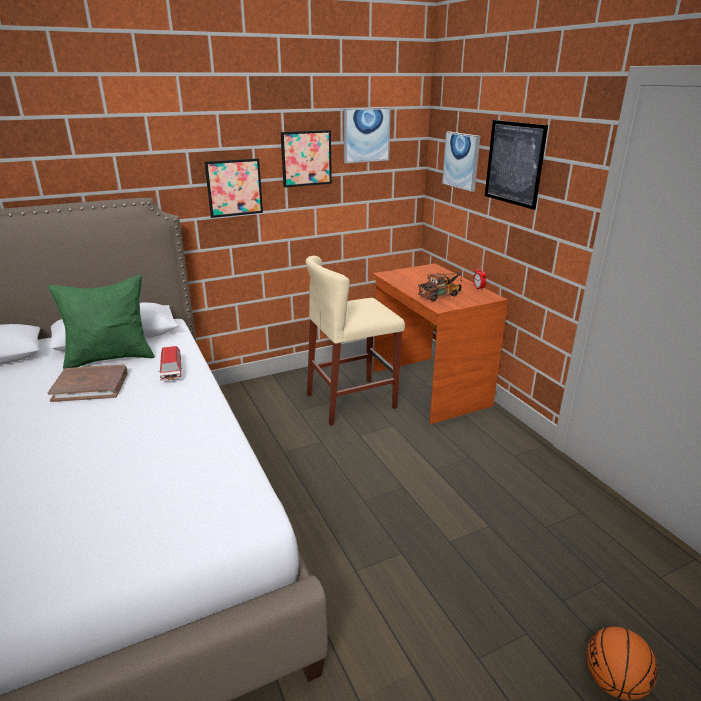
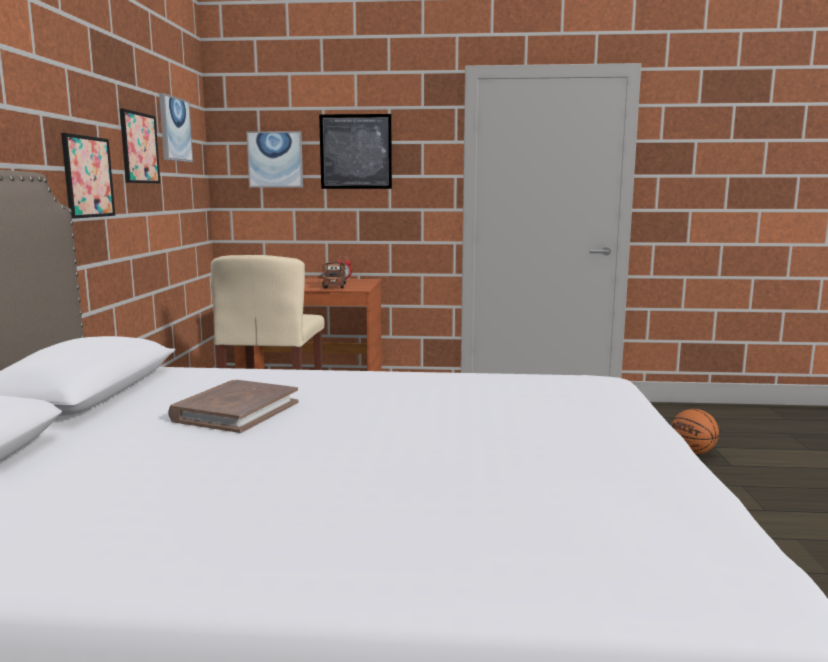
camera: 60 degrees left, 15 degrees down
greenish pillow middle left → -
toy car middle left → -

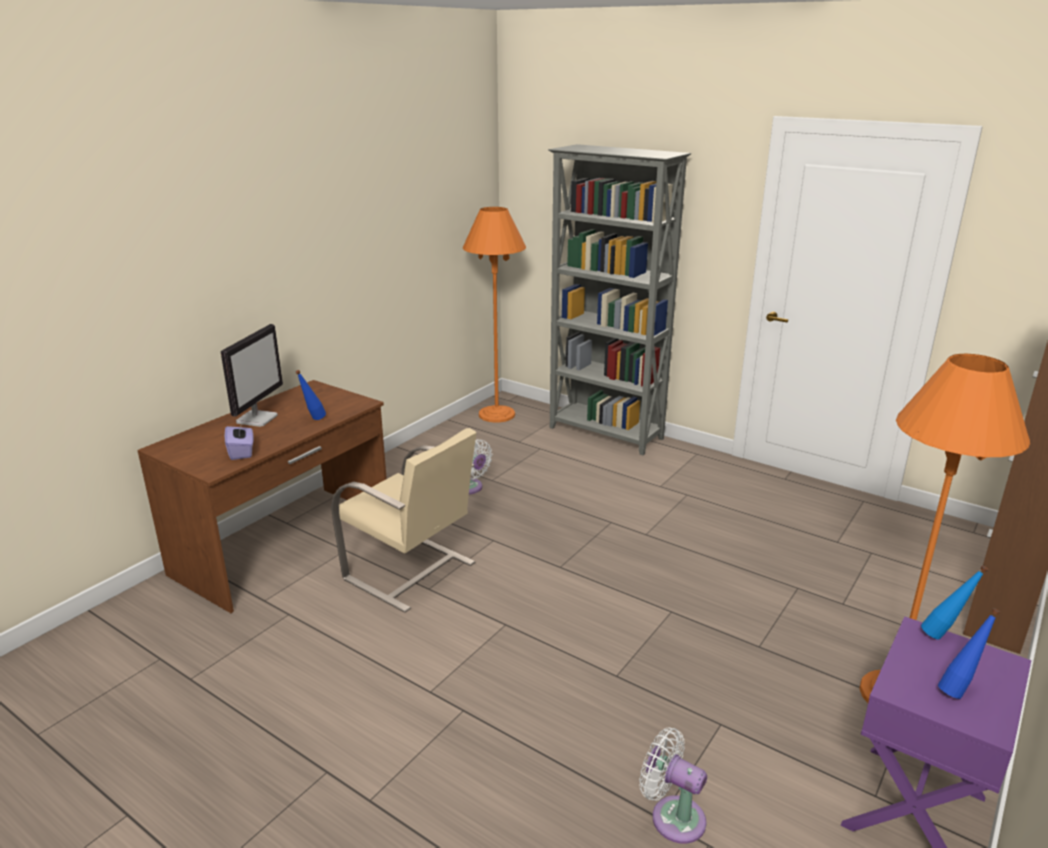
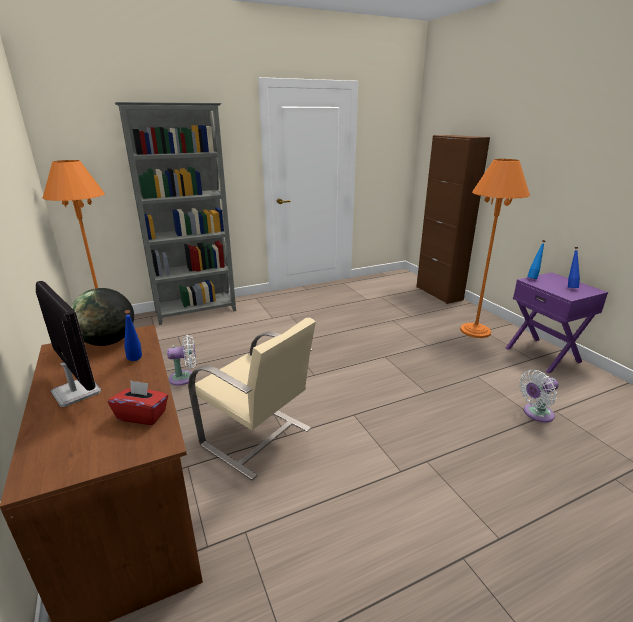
camera: 60 degrees left, 0 degrees up
purple tissue box middle left → red-coloured tissue box middle left
beige plain chair centre, 60 degrees clockwise
- → globe middle left

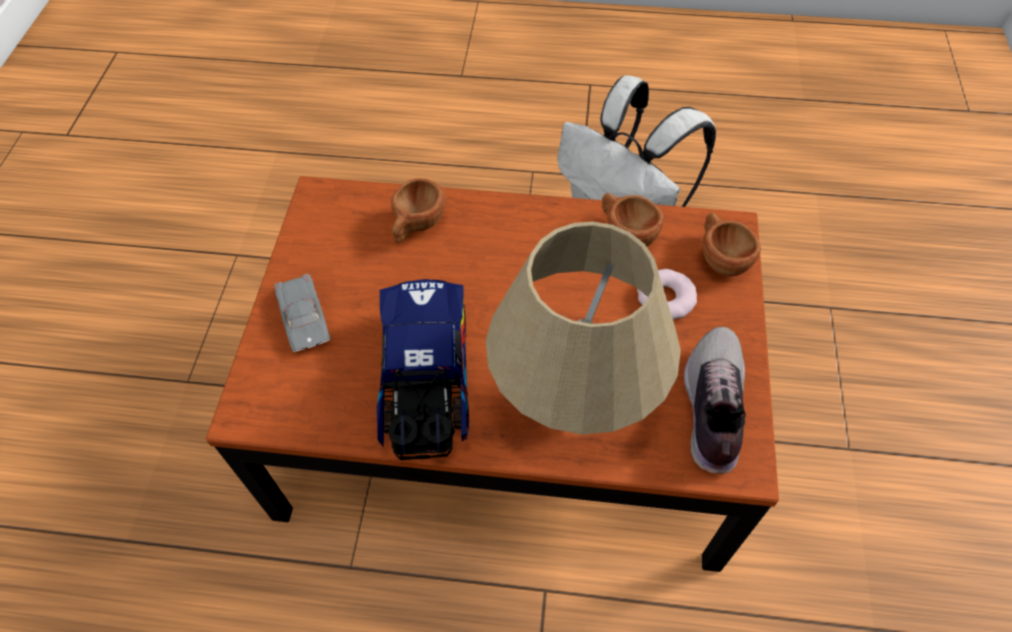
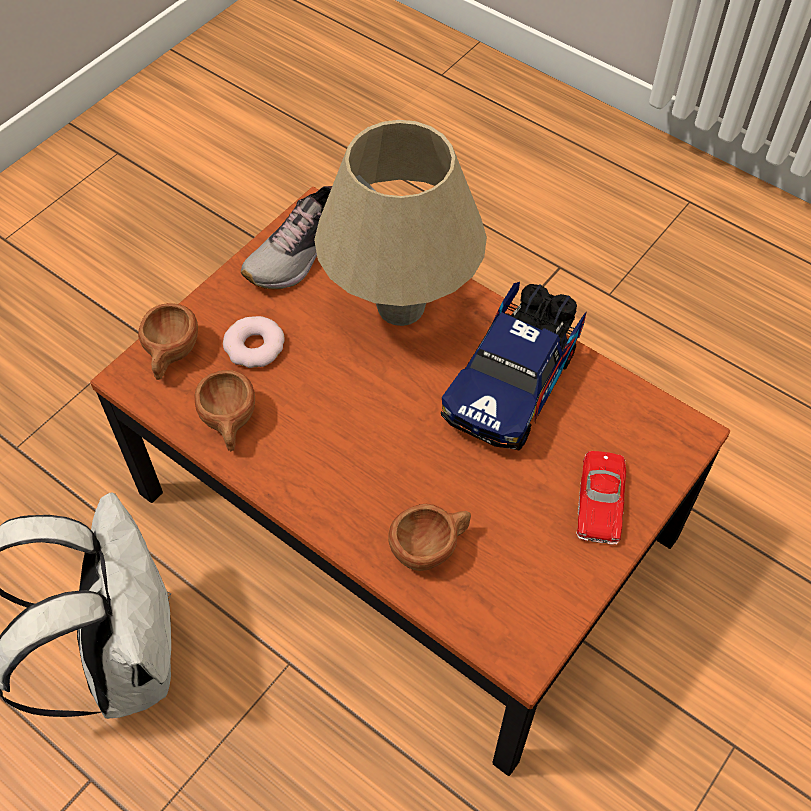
camera: 150 degrees left, 0 degrees up
gray toy car middle left → red-coloured toy car middle right

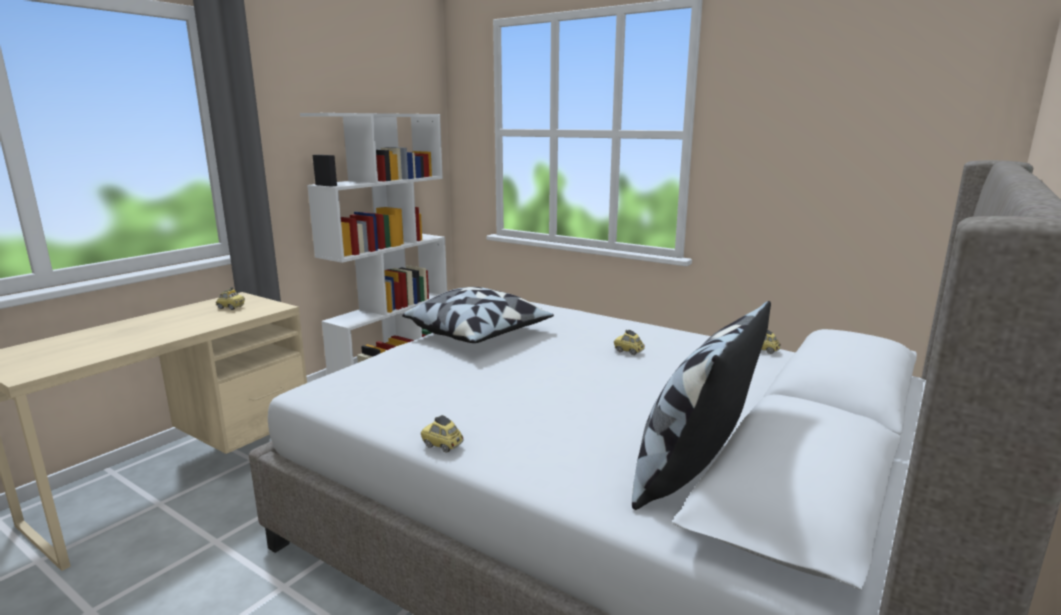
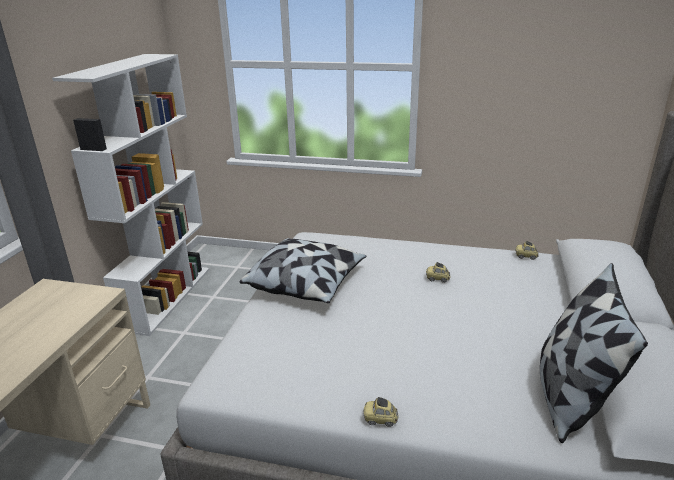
camera: 20 degrees left, 10 degrees up
toy car (1st from left) middle left → -

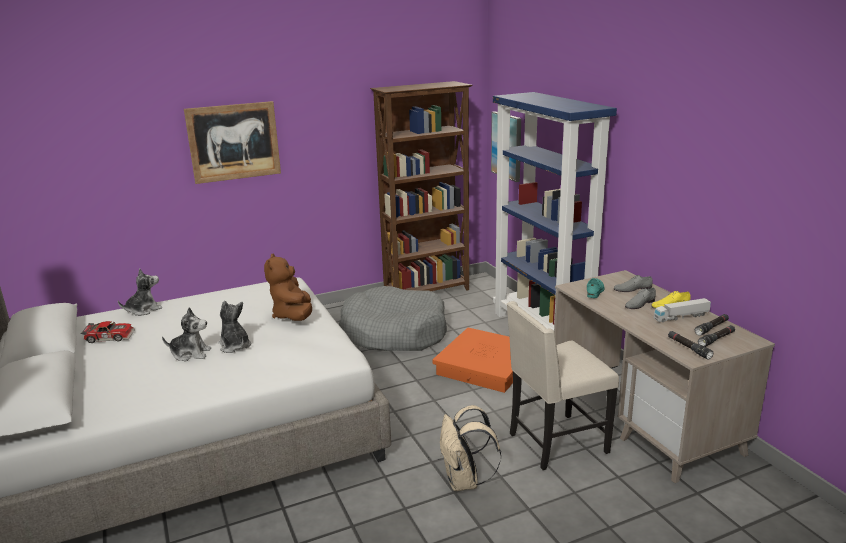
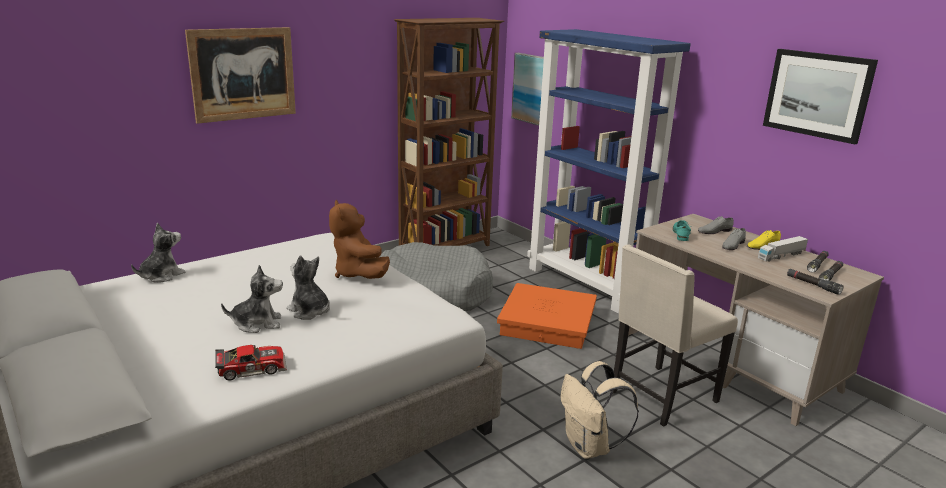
camera: 15 degrees left, 0 degrees up
toy car middle left → toy car bottom left, move
- → wall picture (3rd from left) top right

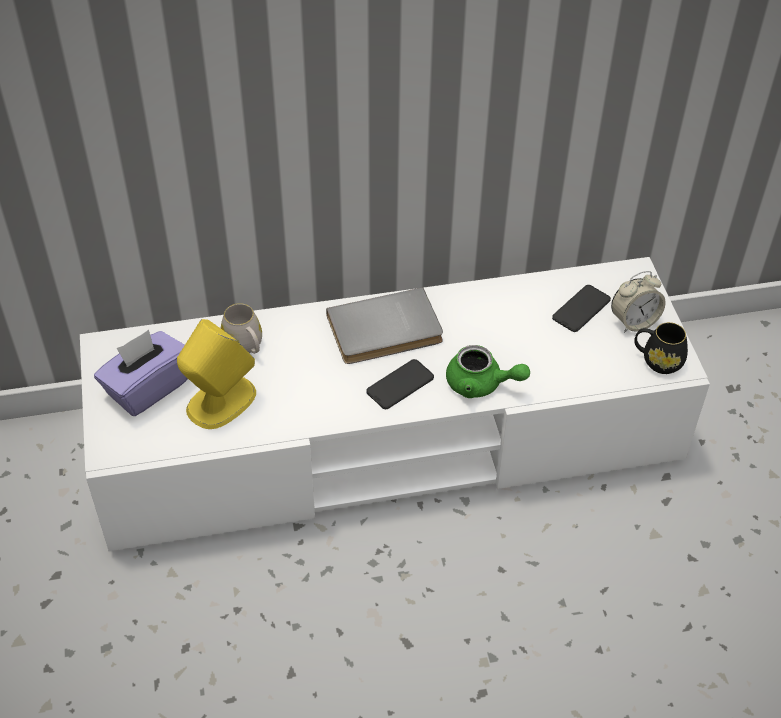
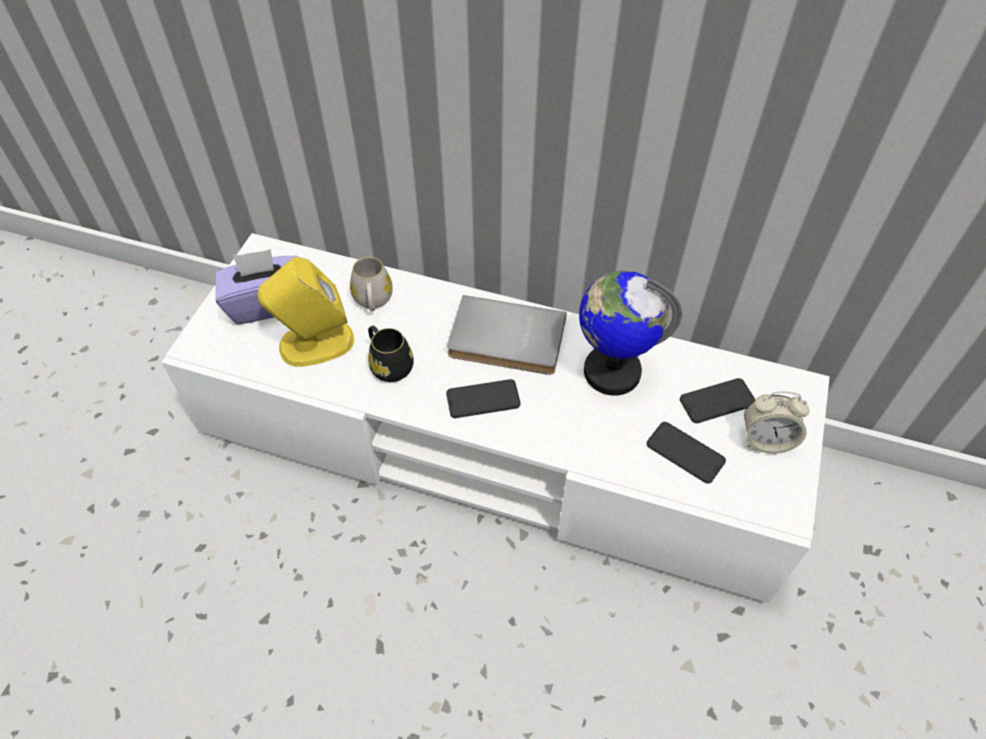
camera: 30 degrees right, 5 degrees up
greenish teapot centre → -
blackish coffee mug middle right → blackish coffee mug centre, move
- → globe centre
- → telephone (2nd from left) middle right

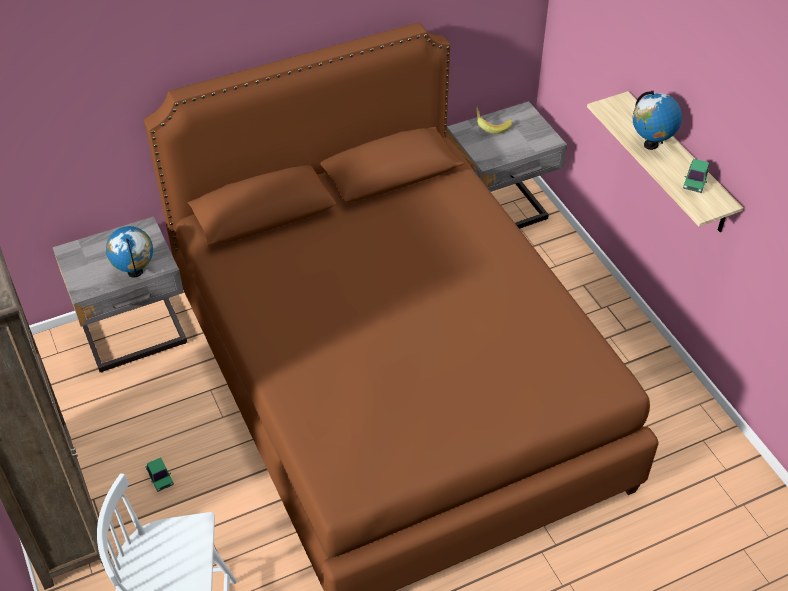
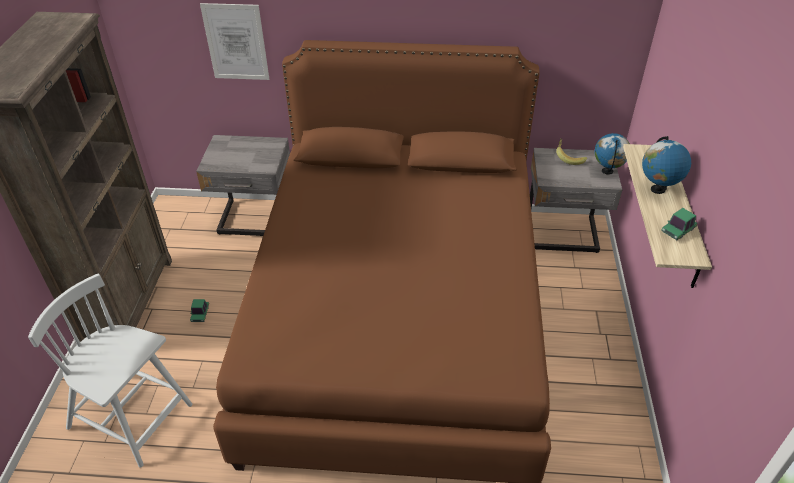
camera: 30 degrees right, 5 degrees down
globe (1st from left) middle left → globe (1st from left) top right, move
- → wall picture top left

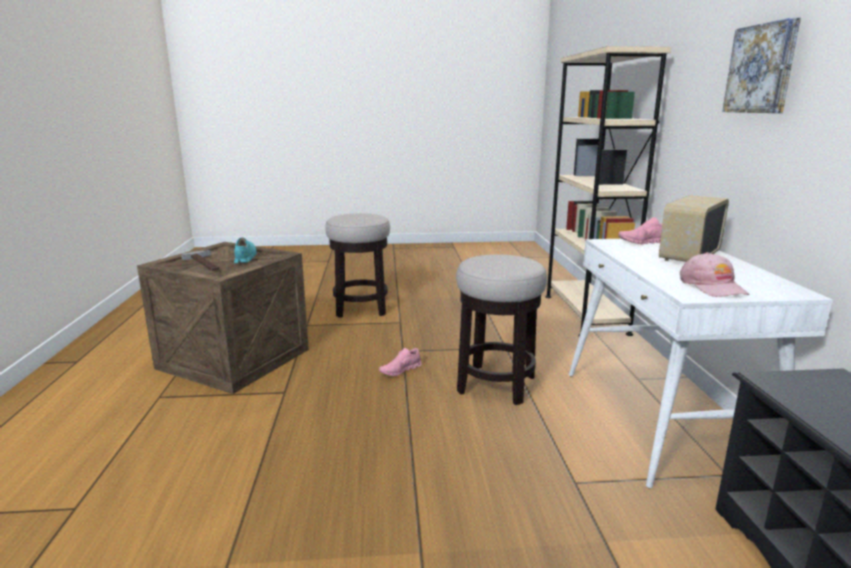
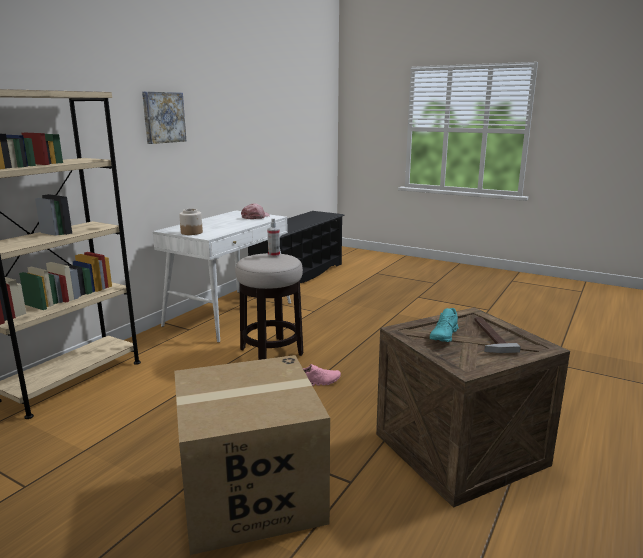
camera: 145 degrees left, 0 degrees up
stool (1st from left) centre → cardboard box bottom centre
pink-coloured low shoe (2nd from left) middle right → preserve jar middle left
radio middle right → -
- → spray bottle centre

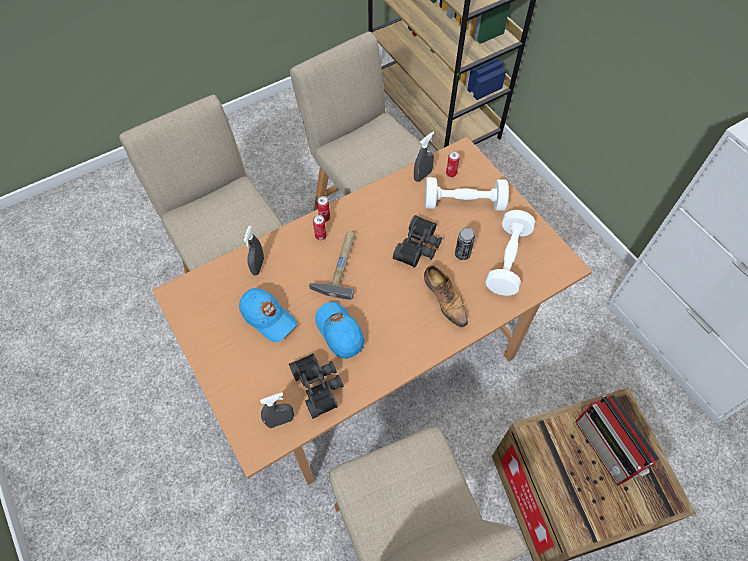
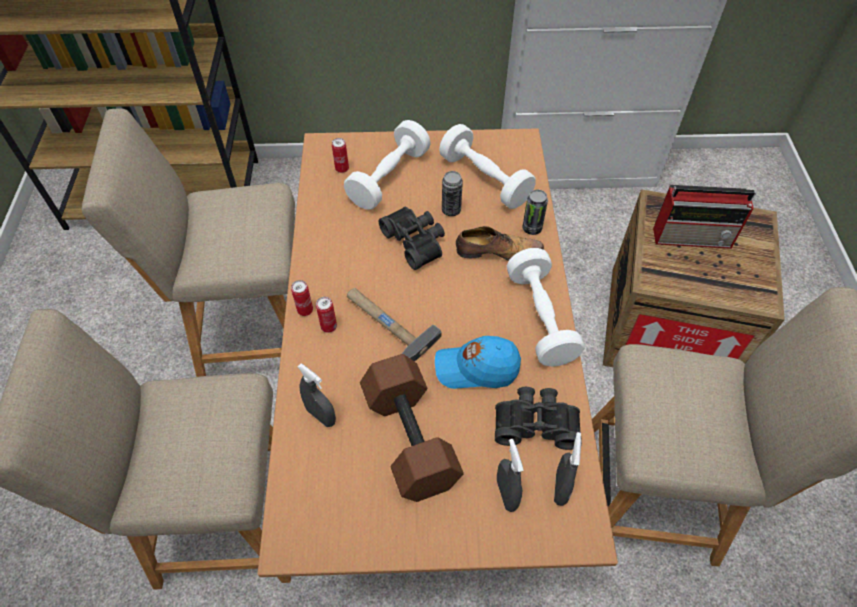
camera: 60 degrees left, 5 degrees down
blue-coloured cap (1st from left) centre → brown hand weight bottom centre
gray spray bottle (3rd from left in the first image) top centre → gray spray bottle (2nd from left) bottom centre, move
- → white hand weight (3rd from left) centre
- → sealed can (5th from left) centre

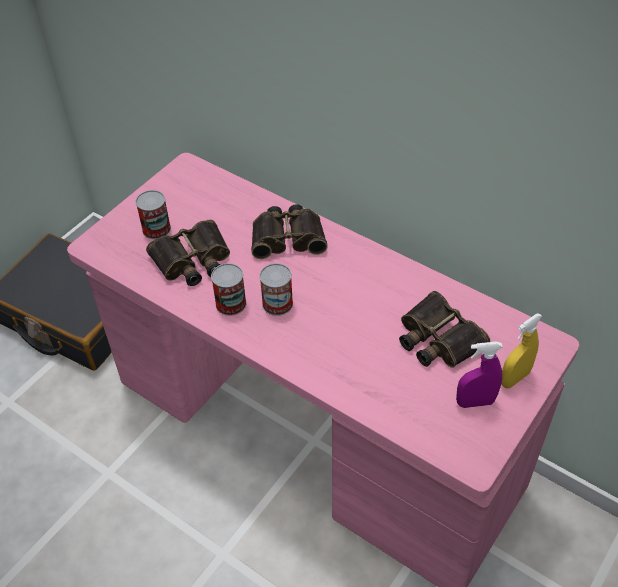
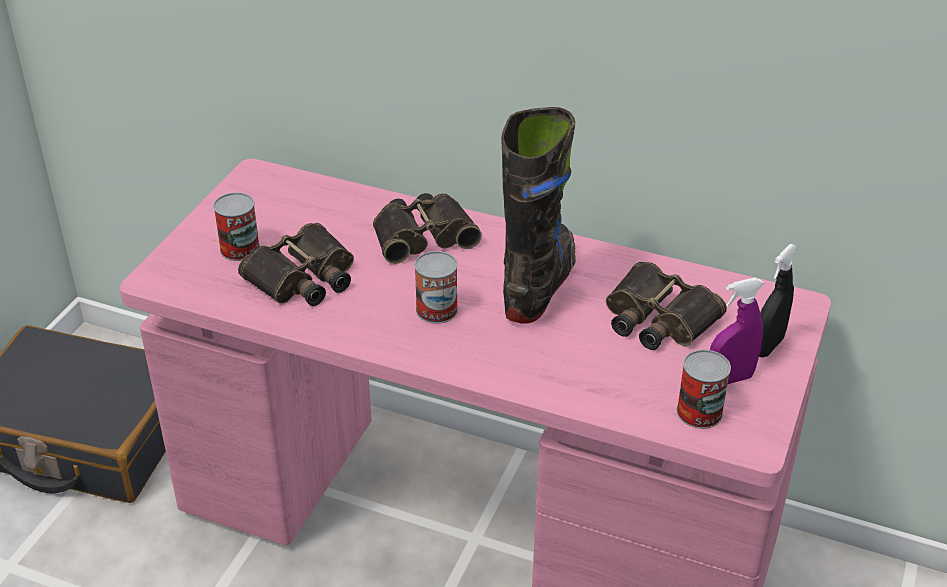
camera: 15 degrees left, 10 degrees down
sealed can (2nd from left in the first image) centre → sealed can (3rd from left) middle right, move
yellowish spray bottle middle right → blackish spray bottle middle right
- → blackish boot centre

